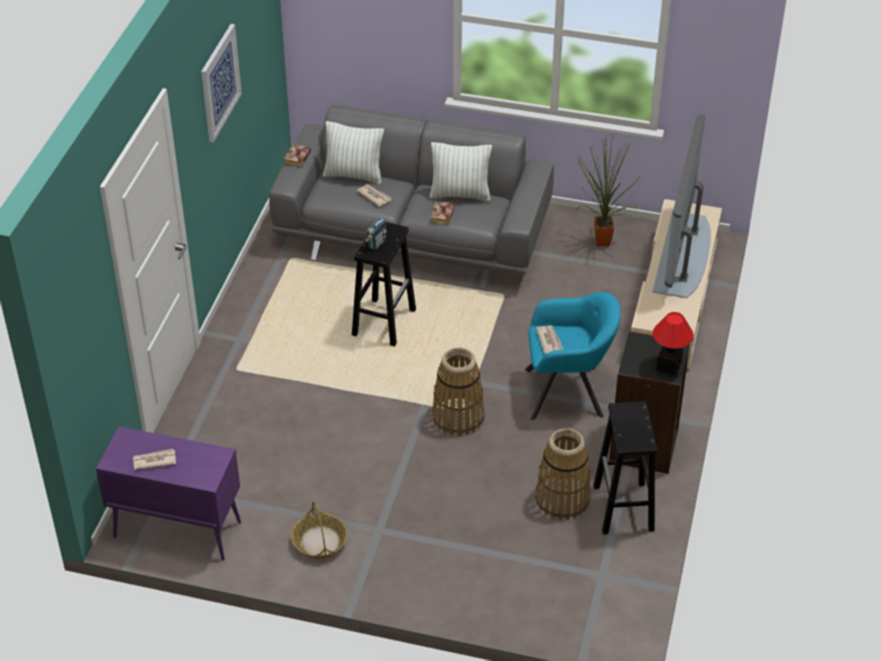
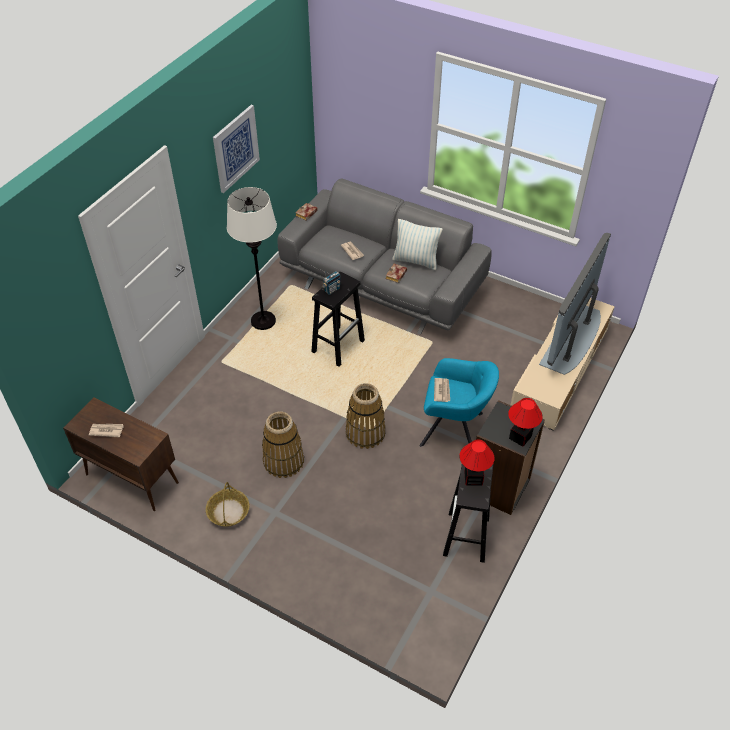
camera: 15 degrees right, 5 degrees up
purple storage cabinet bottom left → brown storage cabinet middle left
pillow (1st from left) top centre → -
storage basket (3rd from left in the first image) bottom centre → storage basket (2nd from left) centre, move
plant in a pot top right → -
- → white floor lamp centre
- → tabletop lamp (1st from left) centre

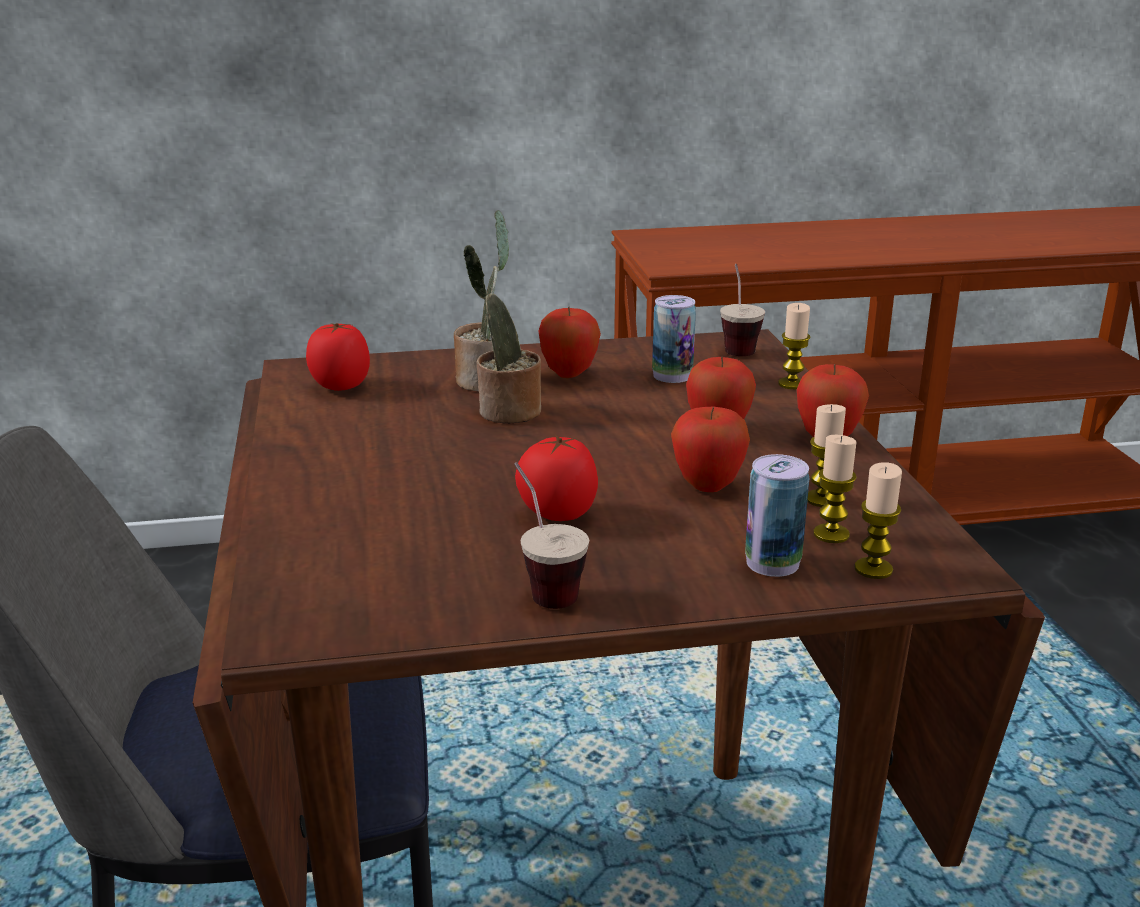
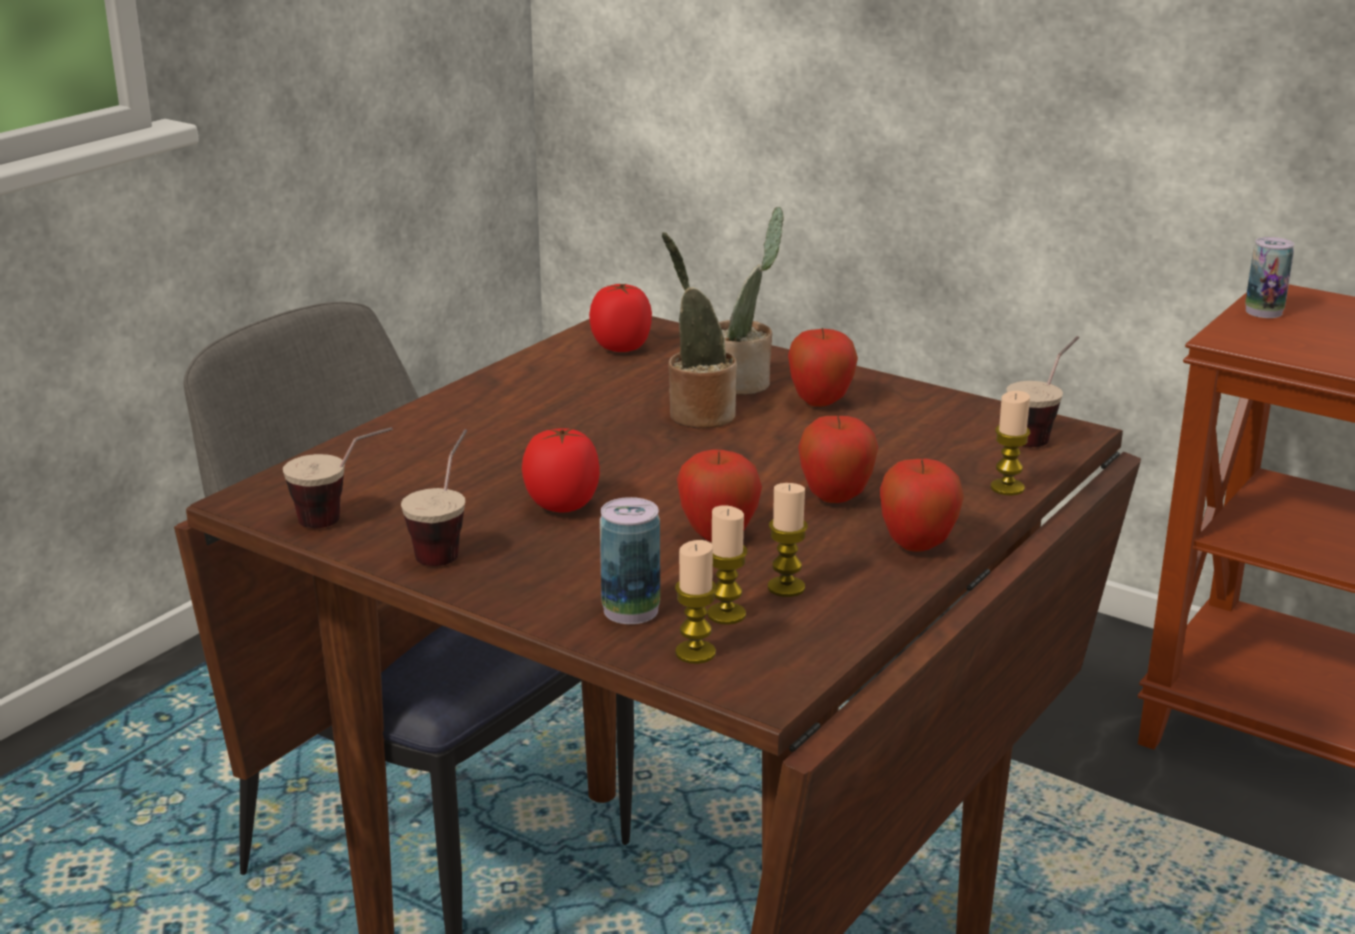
camera: 45 degrees right, 0 degrees up
sealed can (1st from left in the first image) centre → sealed can (2nd from left) top right, move
- → cup (1st from left) middle left

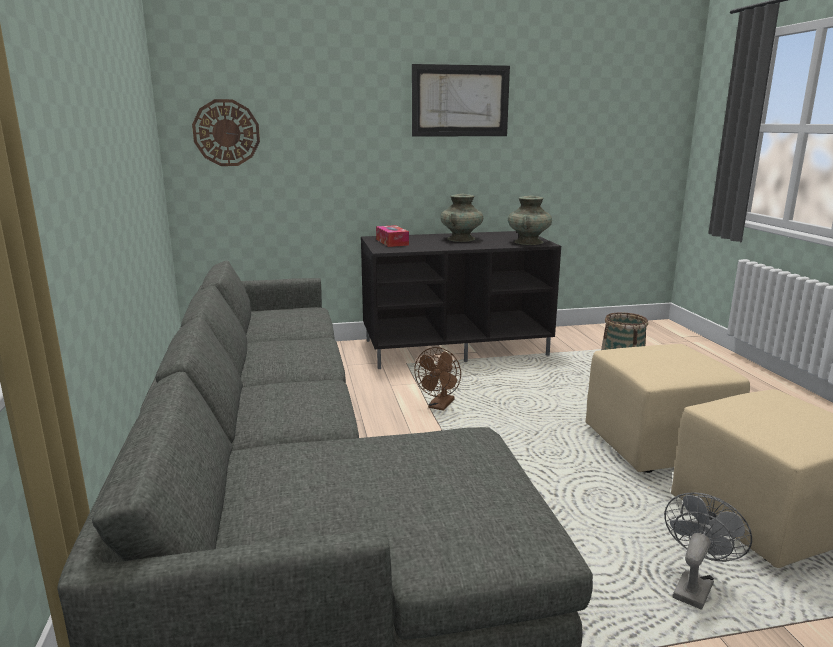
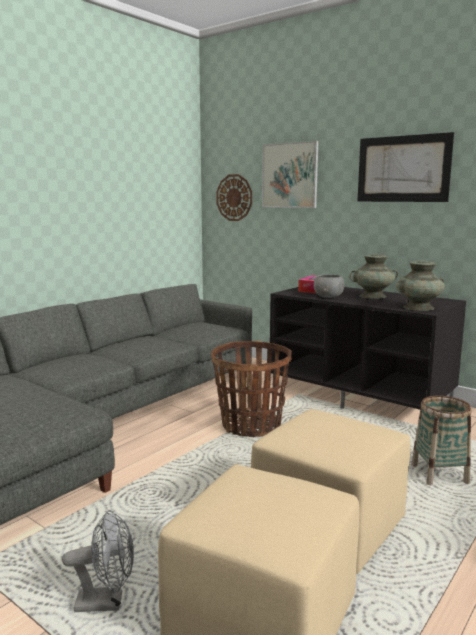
camera: 50 degrees right, 5 degrees down
brown fan centre → storage basket (1st from left) centre
- → wall picture (1st from left) top centre
- → gray serving bowl middle right

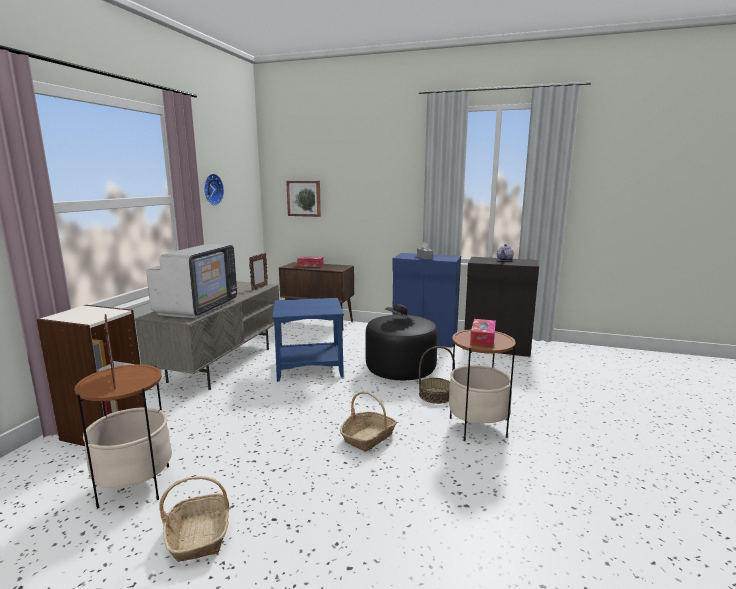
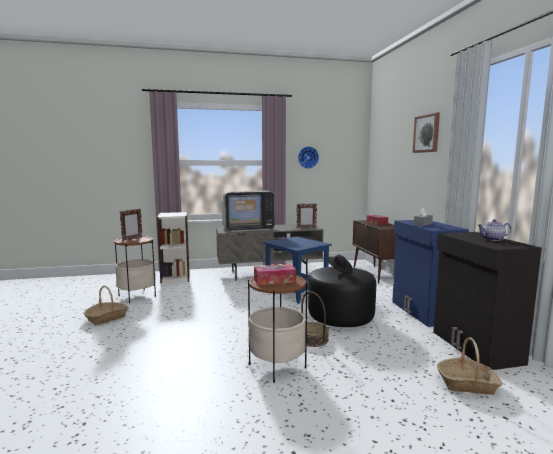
camera: 60 degrees right, 5 degrees down
wall picture centre → wall picture top right, move
storage basket (2nd from left in the first image) bottom centre → storage basket (3rd from left) bottom right, move

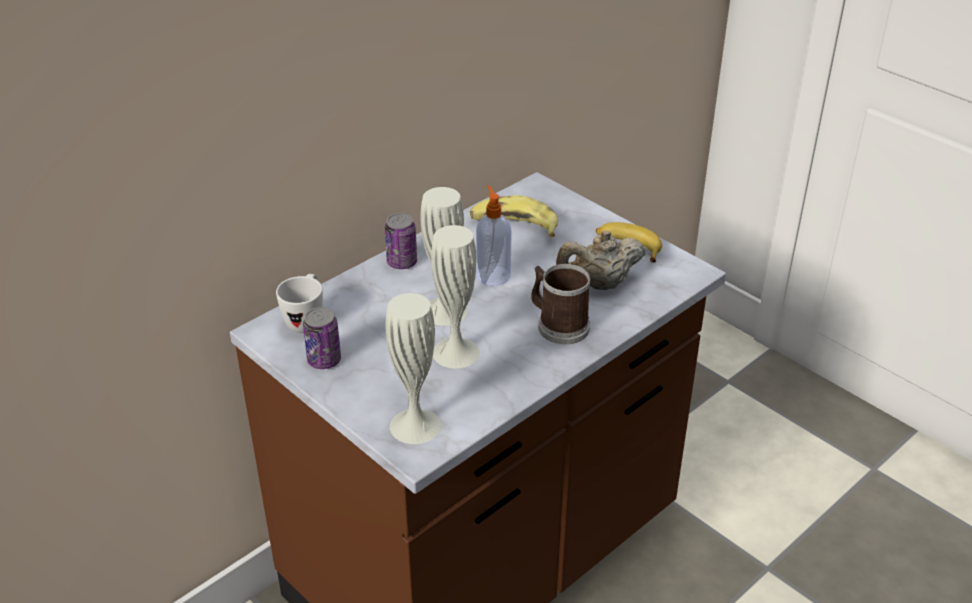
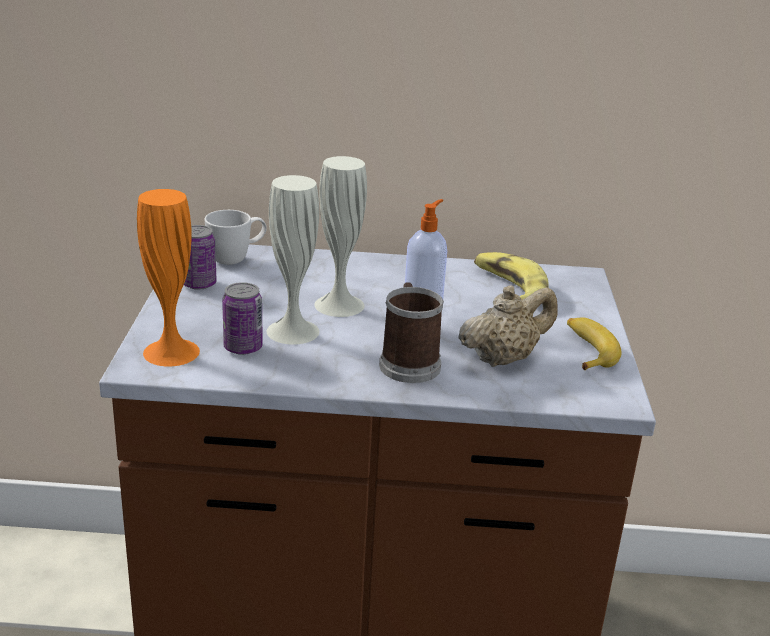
camera: 45 degrees right, 10 degrees down
sealed can (2nd from left) centre → sealed can (2nd from left) middle left, move
white flower vase (1st from left) centre → orange flower vase middle left
beige teapot centre, 120 degrees clockwise

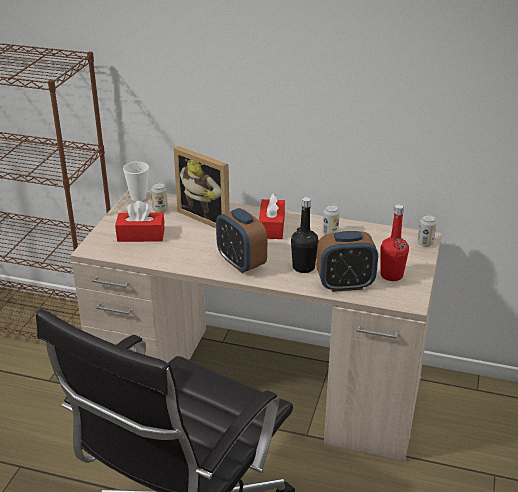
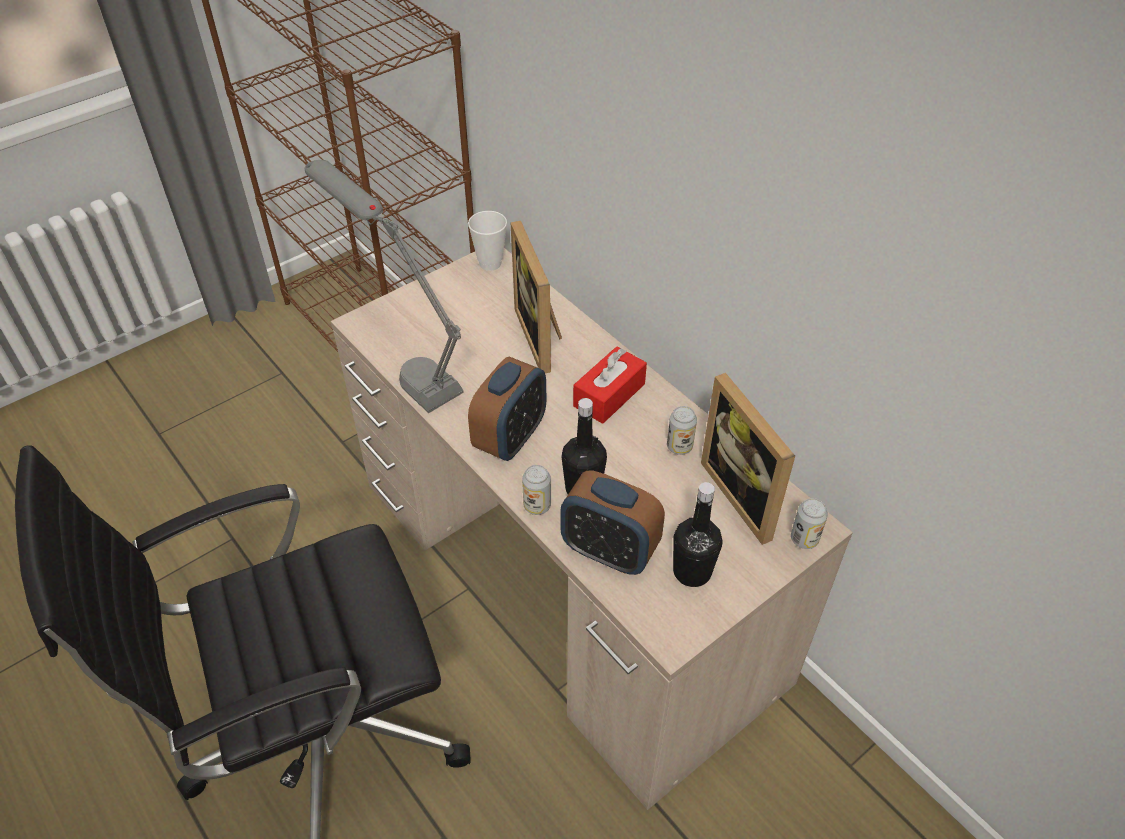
camera: 35 degrees right, 15 degrees up
red-coloured tissue box (1st from left) middle left → -
sealed can (1st from left) middle left → sealed can (1st from left) centre, move
bedside clock (1st from left) centre, 150 degrees counterclockwise
red-coloured drink bottle middle right → blackish drink bottle (2nd from left) centre
- → gray tabletop lamp centre
- → photo frame (2nd from left) centre

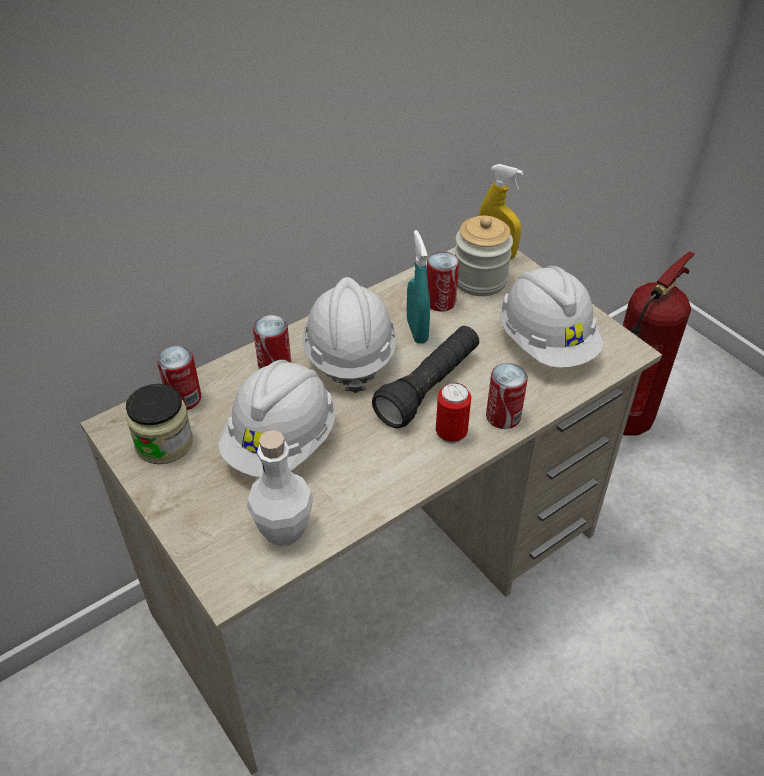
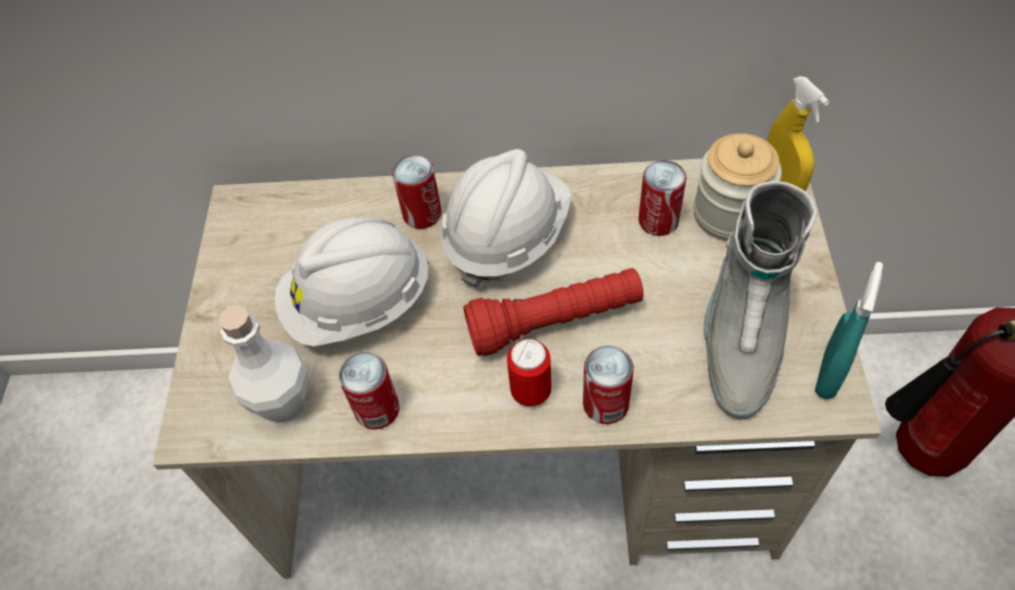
camera: 40 degrees right, 10 degrees up
preserve jar (1st from left) middle left → -
sealed can (1st from left) middle left → sealed can (1st from left) centre, move
blackish torch centre → red-coloured torch centre
blue-green spray bottle centre → blue-green spray bottle middle right, move
white safety helmet (3rd from left) middle right → gray boot middle right

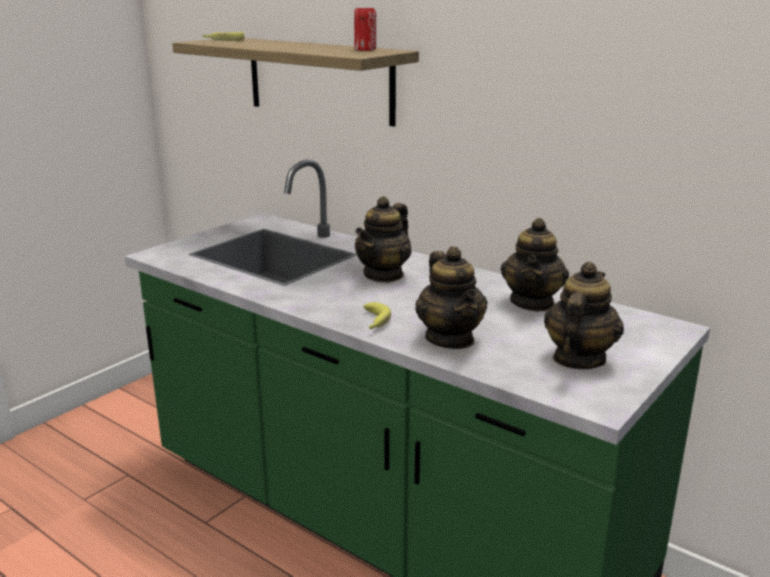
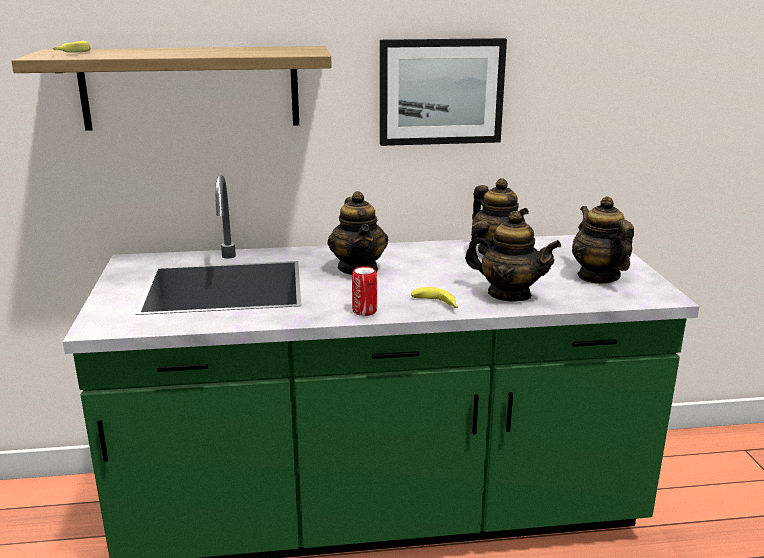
camera: 45 degrees left, 0 degrees up
sealed can top centre → sealed can centre, move
- → wall picture top centre

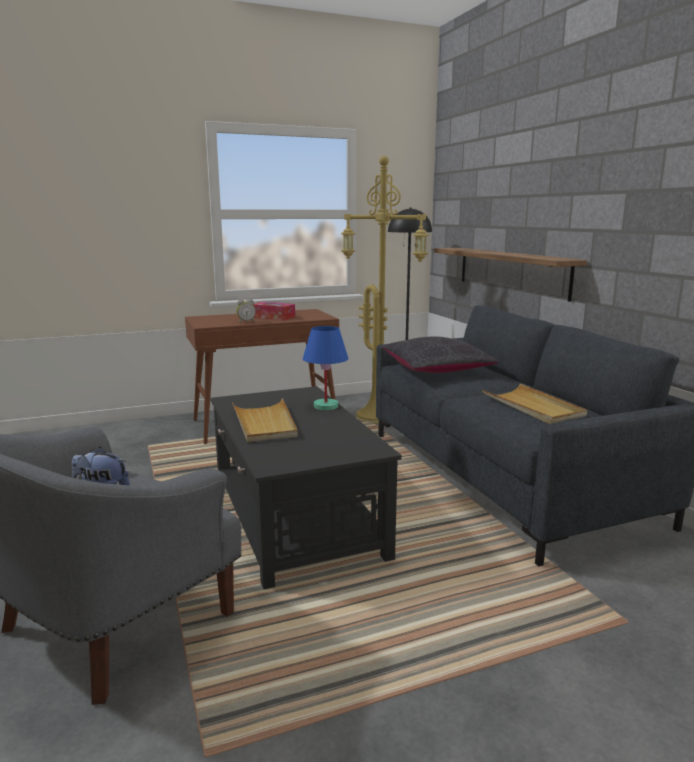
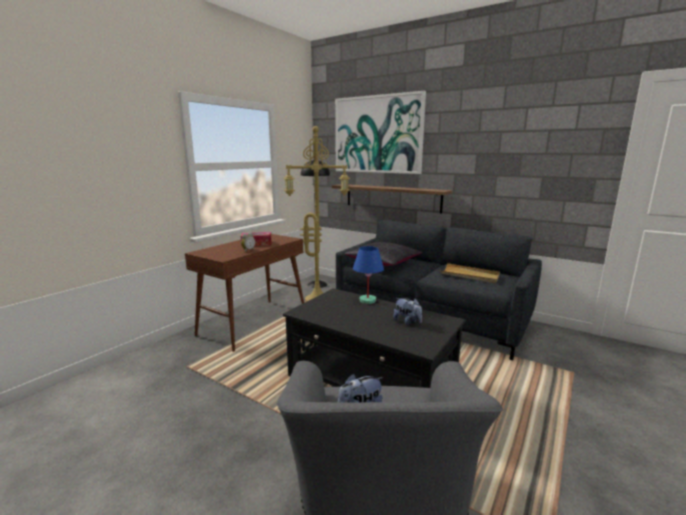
camera: 35 degrees left, 0 degrees up
beige carrying tray (1st from left) centre → -
- → wall picture top centre
- → soft toy (2nd from left) centre

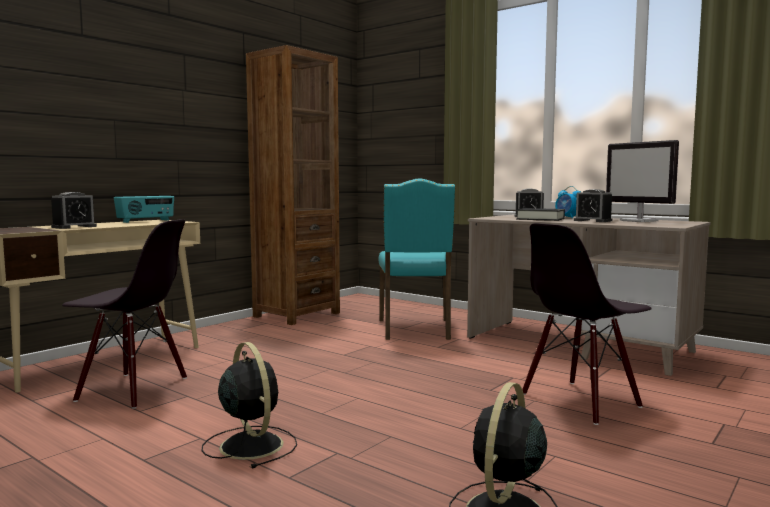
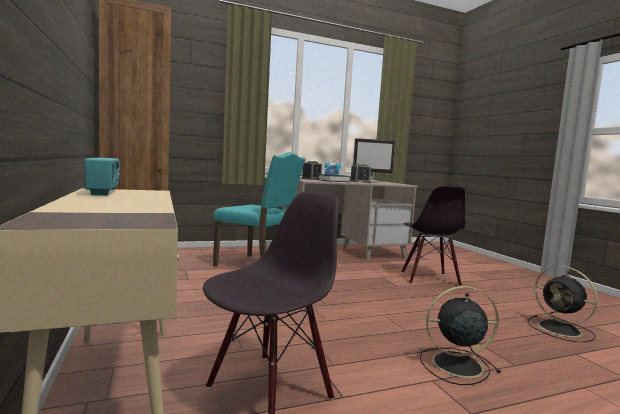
camera: 60 degrees left, 0 degrees up
bedside clock (1st from left) middle left → -

